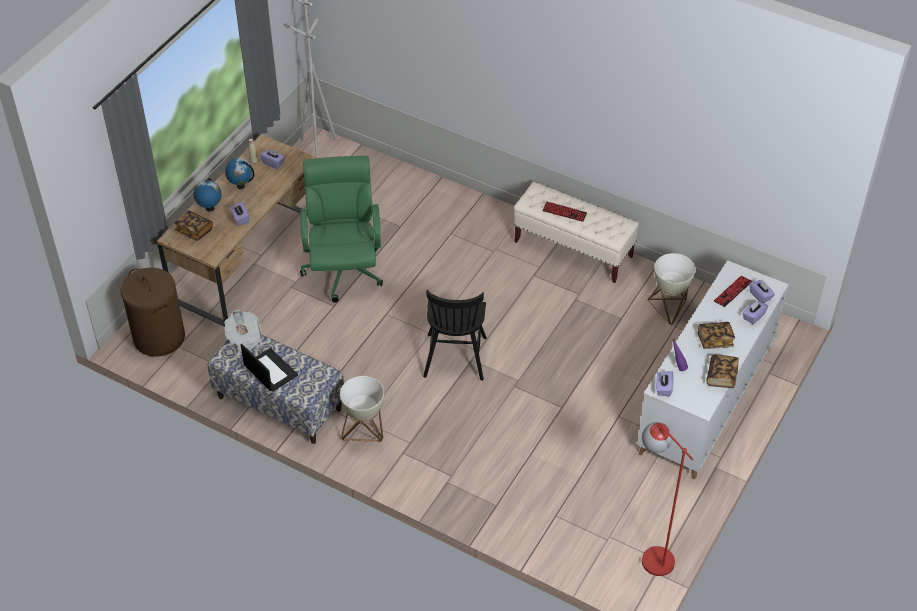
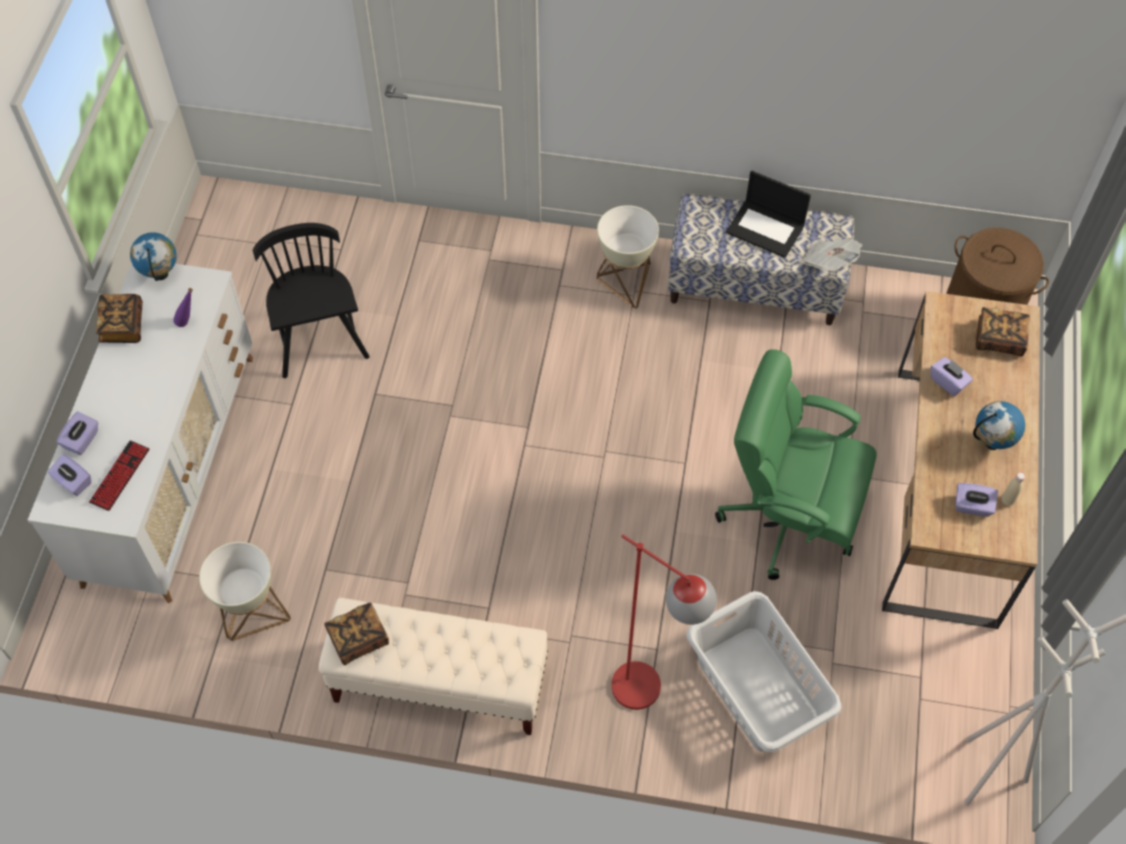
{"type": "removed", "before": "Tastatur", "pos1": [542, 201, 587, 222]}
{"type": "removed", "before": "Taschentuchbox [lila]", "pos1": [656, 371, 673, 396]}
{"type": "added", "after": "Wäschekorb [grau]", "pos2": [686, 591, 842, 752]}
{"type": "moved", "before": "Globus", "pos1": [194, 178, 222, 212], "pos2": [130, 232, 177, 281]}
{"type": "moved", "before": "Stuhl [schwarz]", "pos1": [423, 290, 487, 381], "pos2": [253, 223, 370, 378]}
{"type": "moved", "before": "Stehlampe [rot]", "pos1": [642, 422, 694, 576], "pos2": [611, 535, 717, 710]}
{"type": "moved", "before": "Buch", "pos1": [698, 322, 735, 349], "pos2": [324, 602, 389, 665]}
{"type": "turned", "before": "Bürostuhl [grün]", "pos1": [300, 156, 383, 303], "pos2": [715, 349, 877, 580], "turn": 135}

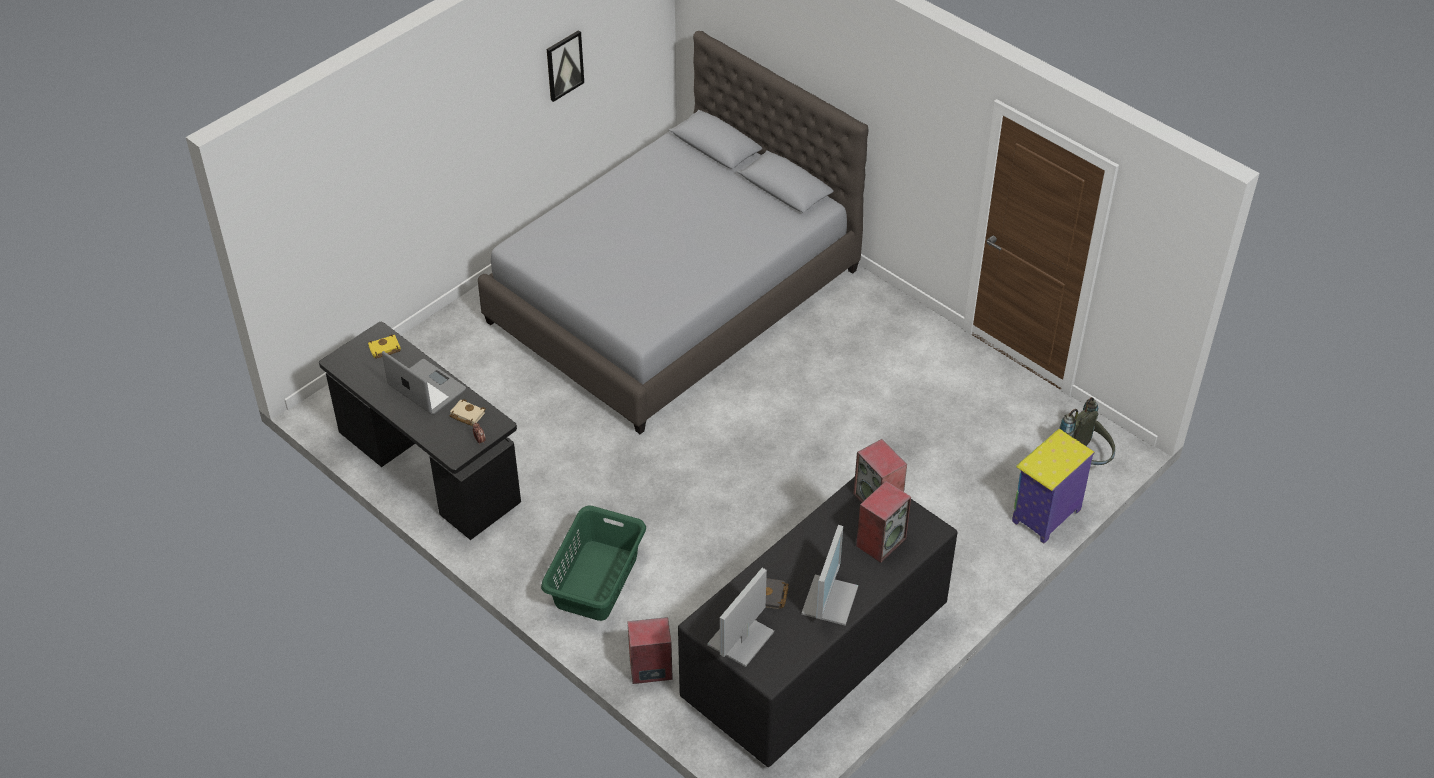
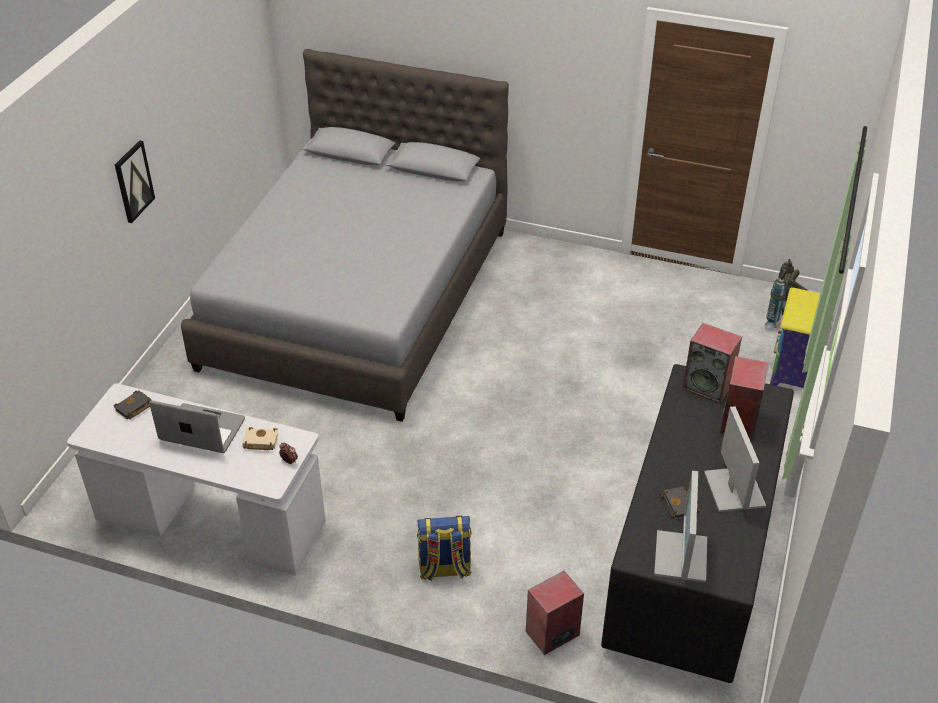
{"type": "moved", "before": "Bild", "pos1": [547, 30, 584, 102], "pos2": [115, 140, 155, 223]}
{"type": "replaced", "before": "Wäschekorb [grün]", "after": "Rucksack", "pos1": [541, 505, 646, 621], "pos2": [417, 516, 472, 581]}
{"type": "recoloured", "before": "Schreibtisch [schwarz]", "after": "Schreibtisch [weiß]", "pos1": [319, 322, 521, 540], "pos2": [67, 383, 326, 576]}
{"type": "recoloured", "before": "Buch [gelb]", "after": "Buch [schwarz]", "pos1": [368, 334, 401, 359], "pos2": [113, 390, 152, 419]}

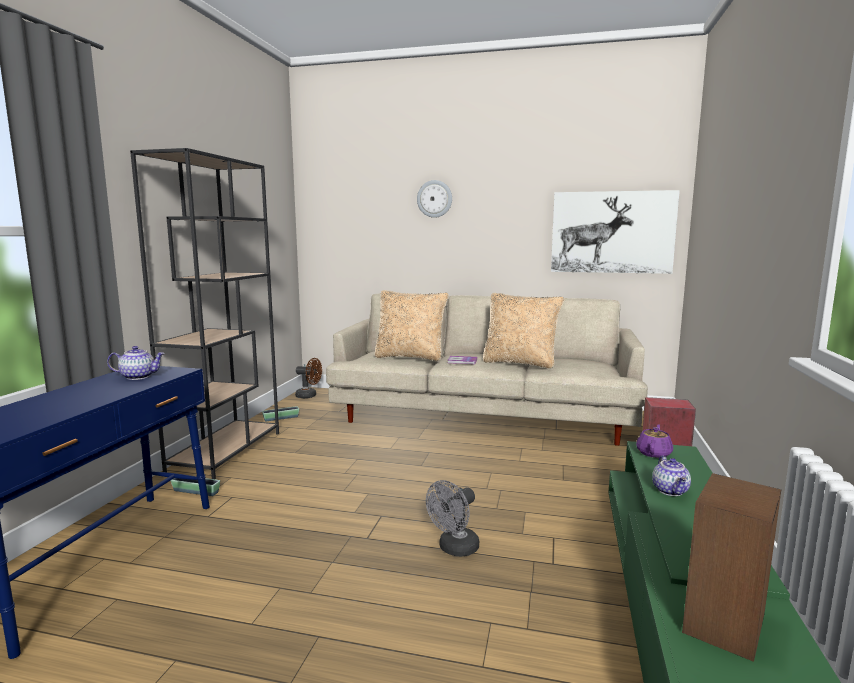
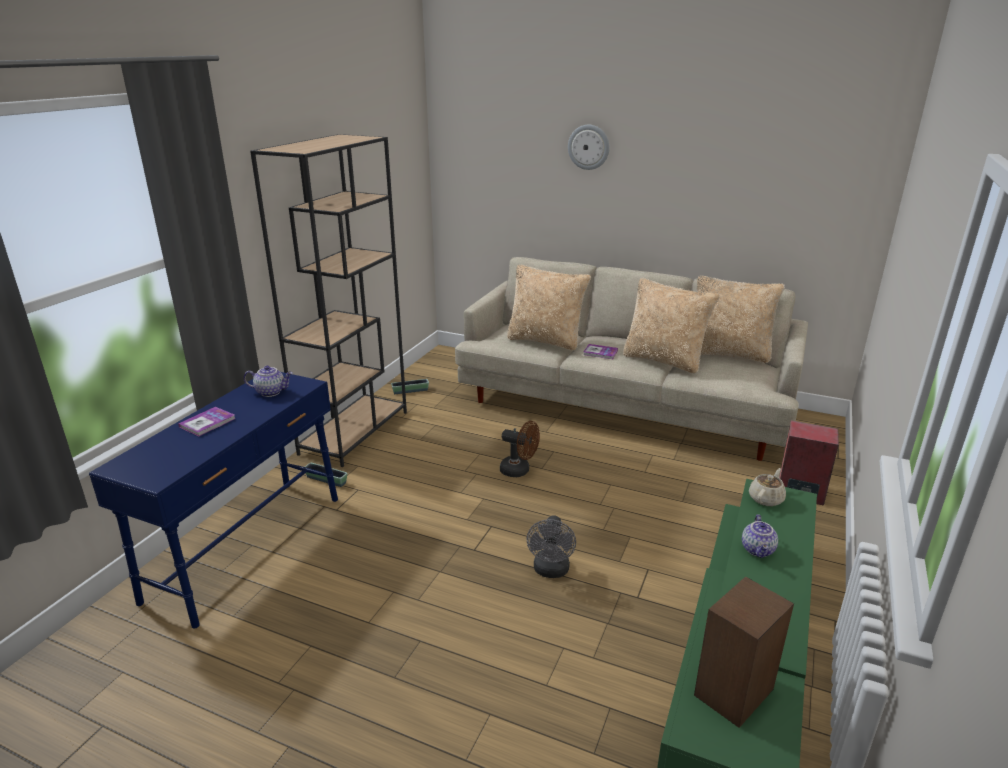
{"type": "removed", "before": "Bild", "pos1": [551, 190, 680, 274]}
{"type": "added", "after": "Buch", "pos2": [178, 407, 236, 436]}
{"type": "added", "after": "Kissen [beige]", "pos2": [697, 275, 785, 364]}
{"type": "moved", "before": "Ventilator [braun]", "pos1": [295, 358, 322, 398], "pos2": [500, 421, 540, 477]}
{"type": "recoloured", "before": "Teekanne [lila]", "after": "Teekanne [beige]", "pos1": [636, 425, 673, 458], "pos2": [749, 468, 786, 506]}
{"type": "turned", "before": "Ventilator [grau]", "pos1": [426, 480, 479, 557], "pos2": [526, 515, 576, 578], "turn": -45}

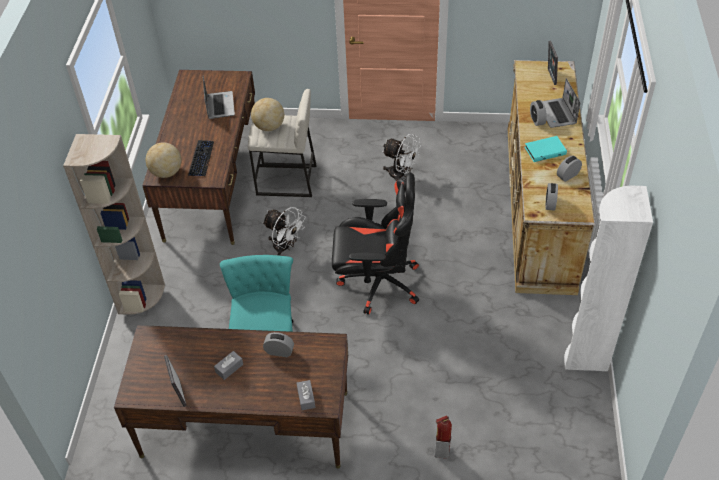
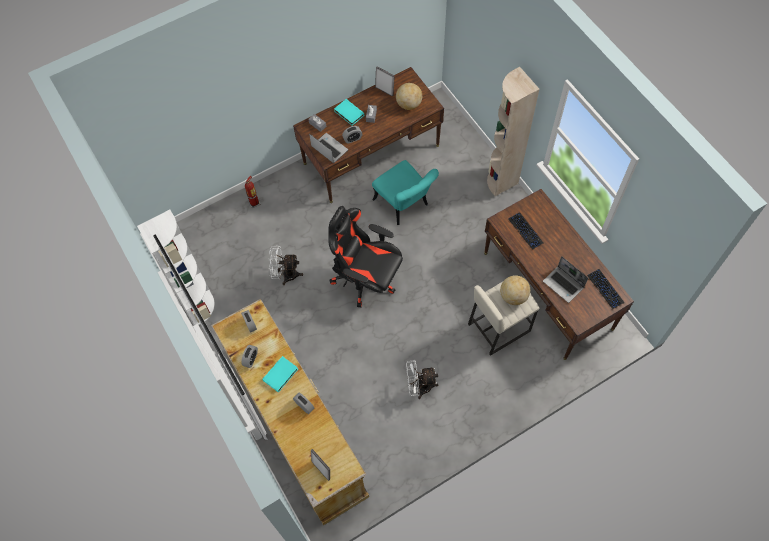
{"type": "added", "after": "Buch [türkis]", "pos2": [334, 99, 365, 125]}
{"type": "added", "after": "Tastatur", "pos2": [587, 269, 625, 309]}
{"type": "moved", "before": "Globus", "pos1": [146, 142, 182, 178], "pos2": [396, 83, 422, 110]}
{"type": "moved", "before": "Ventilator [weiß]", "pos1": [262, 207, 306, 256], "pos2": [269, 246, 303, 285]}
{"type": "moved", "before": "Laptop", "pos1": [543, 78, 580, 128], "pos2": [309, 133, 348, 163]}
{"type": "turned", "before": "Bürostuhl [schwarz]", "pos1": [332, 172, 419, 315], "pos2": [328, 206, 403, 308], "turn": 60}

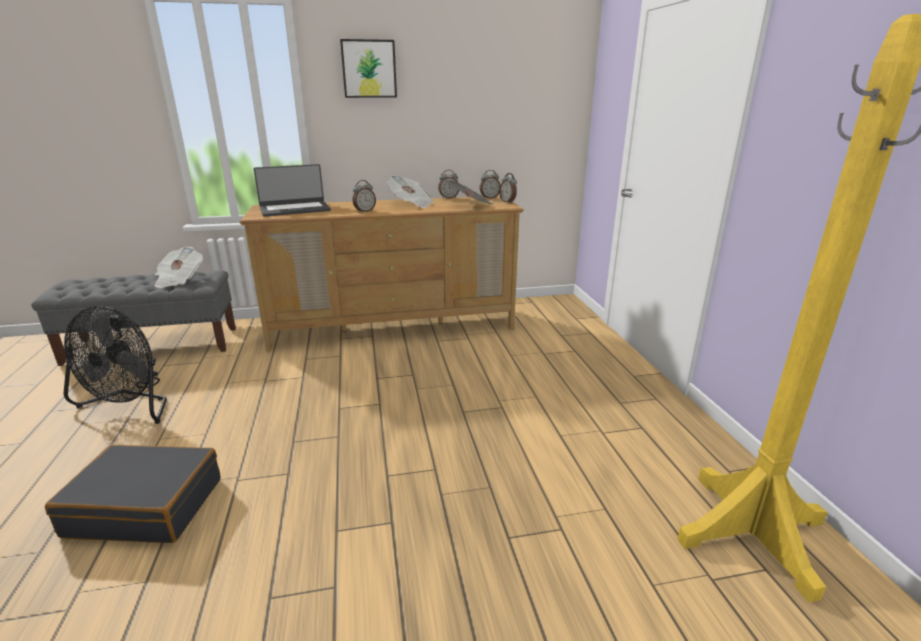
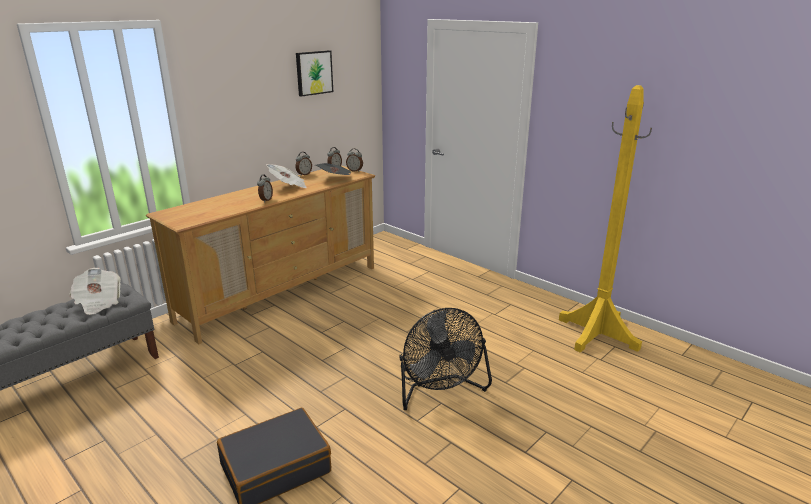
{"type": "removed", "before": "Laptop", "pos1": [254, 164, 331, 217]}
{"type": "moved", "before": "Ventilator [schwarz]", "pos1": [63, 306, 167, 424], "pos2": [399, 308, 492, 410]}
{"type": "moved", "before": "Bild", "pos1": [340, 39, 397, 98], "pos2": [296, 50, 333, 97]}

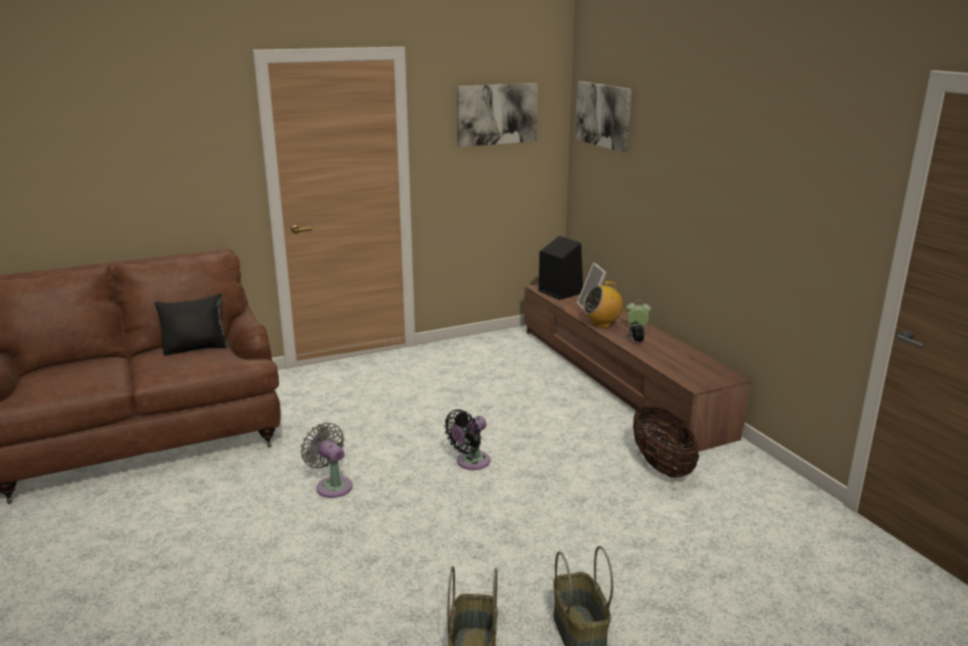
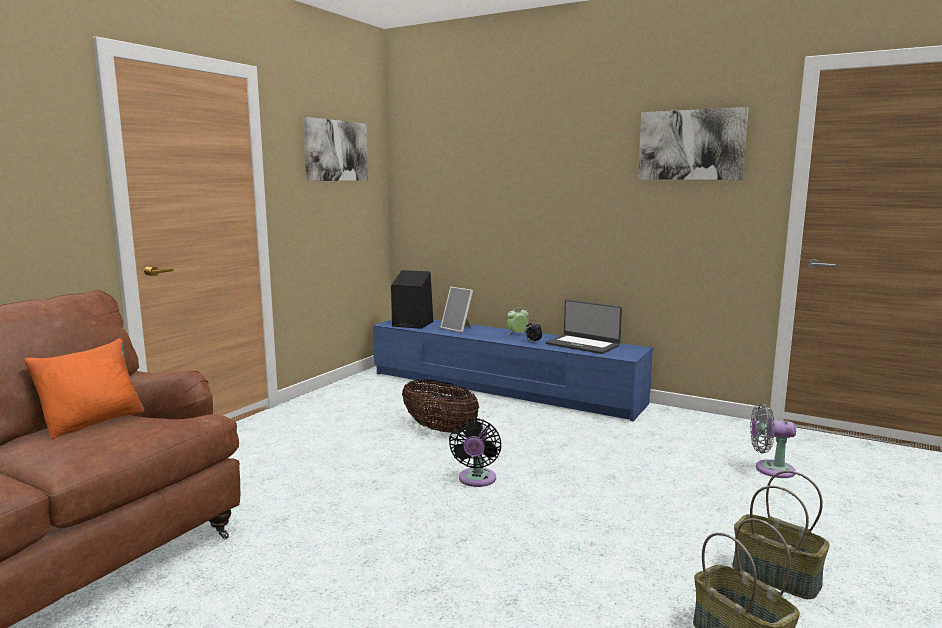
{"type": "removed", "before": "Radio", "pos1": [583, 281, 623, 328]}
{"type": "added", "after": "Laptop", "pos2": [546, 300, 622, 354]}
{"type": "moved", "before": "Ventilator [grau]", "pos1": [301, 422, 352, 498], "pos2": [750, 403, 796, 478]}
{"type": "moved", "before": "Bild", "pos1": [575, 81, 632, 152], "pos2": [638, 107, 749, 180]}
{"type": "moved", "before": "Korb", "pos1": [633, 406, 699, 478], "pos2": [402, 379, 479, 433]}
{"type": "recoloured", "before": "Kissen [schwarz]", "after": "Kissen [orange]", "pos1": [155, 293, 228, 356], "pos2": [24, 338, 144, 439]}
{"type": "recoloured", "before": "Fernsehschrank [braun]", "after": "Fernsehschrank [blau]", "pos1": [524, 284, 751, 452], "pos2": [373, 319, 653, 421]}

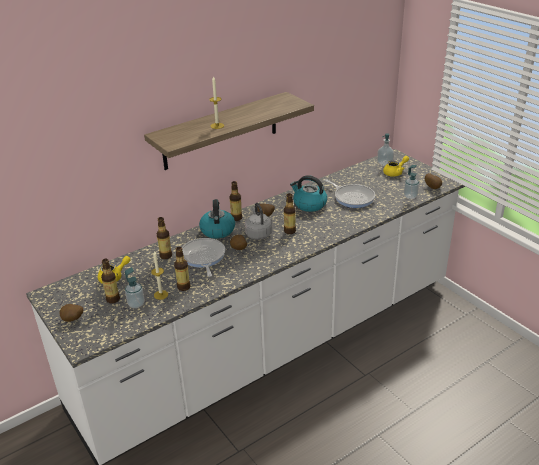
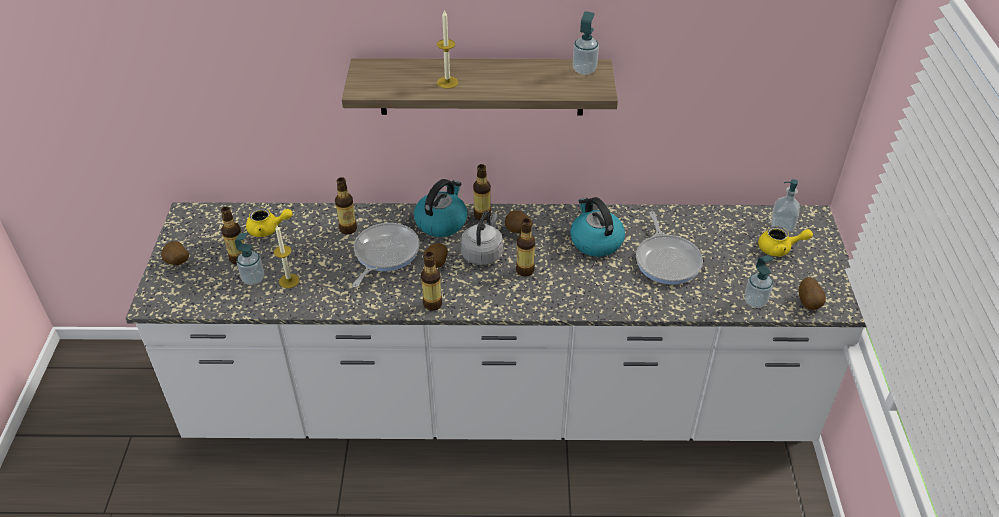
{"type": "added", "after": "Seifenspender", "pos2": [573, 11, 599, 75]}
{"type": "moved", "before": "Flasche", "pos1": [174, 247, 191, 291], "pos2": [421, 252, 442, 311]}

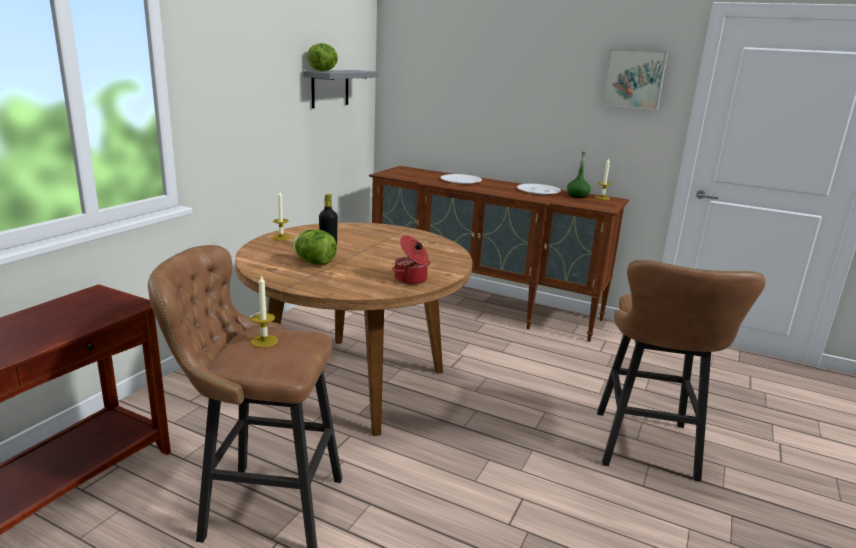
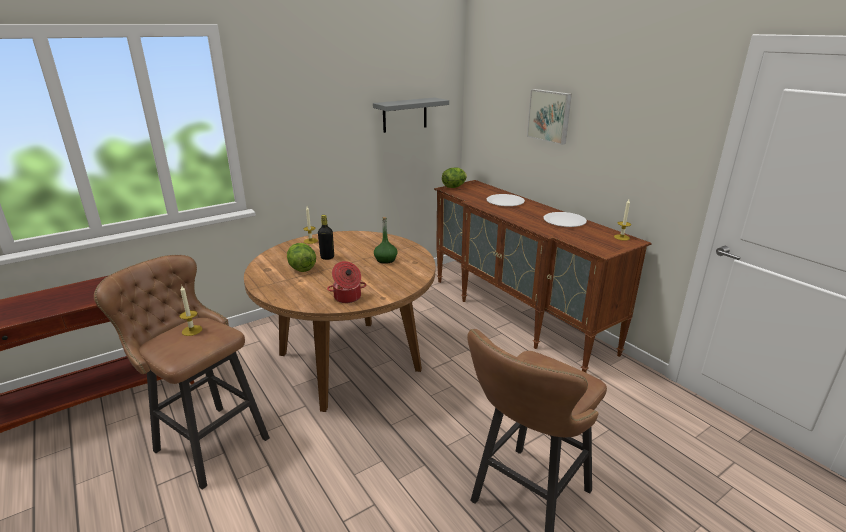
{"type": "moved", "before": "Salatkopf", "pos1": [307, 43, 338, 71], "pos2": [442, 168, 467, 188]}
{"type": "moved", "before": "Flasche [grün]", "pos1": [567, 151, 591, 198], "pos2": [374, 217, 398, 264]}
{"type": "moved", "before": "Bild", "pos1": [601, 49, 668, 110], "pos2": [527, 89, 572, 145]}

